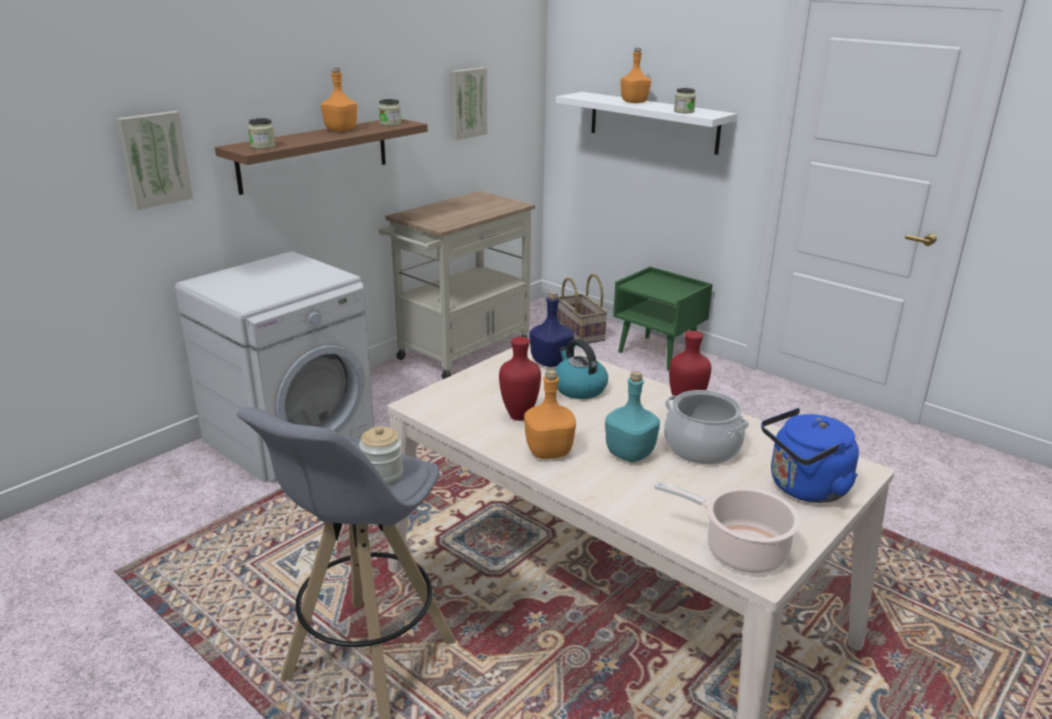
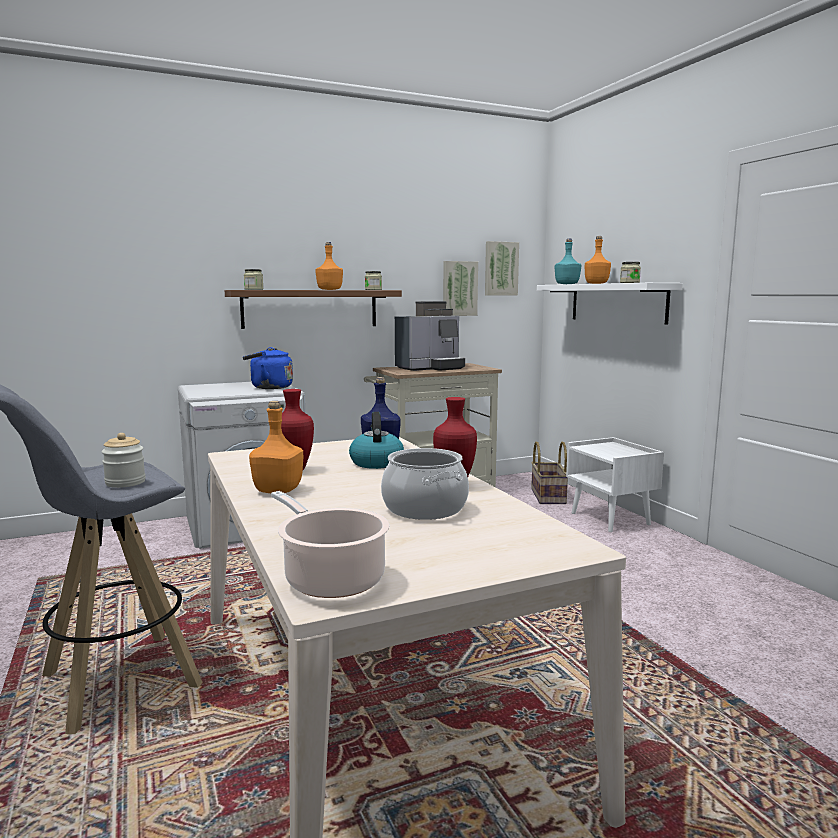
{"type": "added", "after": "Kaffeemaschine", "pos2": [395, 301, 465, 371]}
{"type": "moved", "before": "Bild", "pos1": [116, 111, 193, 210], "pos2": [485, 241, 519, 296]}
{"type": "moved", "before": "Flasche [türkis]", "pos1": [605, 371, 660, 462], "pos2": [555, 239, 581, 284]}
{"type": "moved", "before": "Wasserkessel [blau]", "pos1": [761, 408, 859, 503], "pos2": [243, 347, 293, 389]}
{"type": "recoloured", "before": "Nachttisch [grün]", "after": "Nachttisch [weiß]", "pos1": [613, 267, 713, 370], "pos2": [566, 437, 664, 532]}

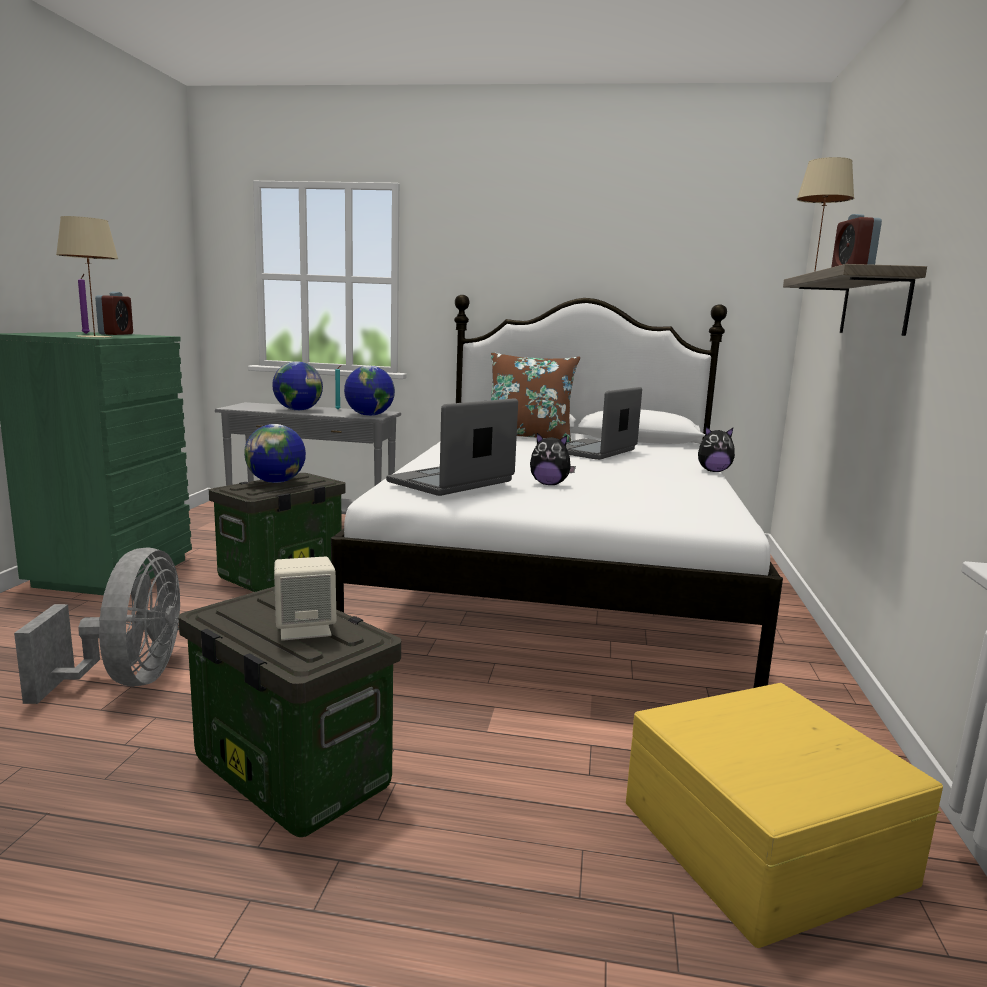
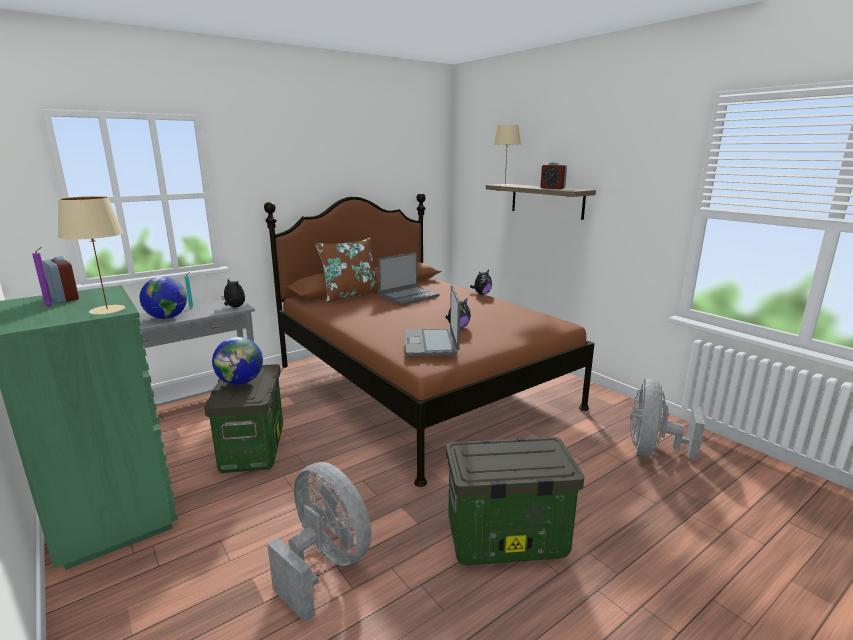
{"type": "removed", "before": "Lautsprecher [beige]", "pos1": [274, 556, 336, 641]}
{"type": "replaced", "before": "Globus", "after": "Plüschtier", "pos1": [344, 366, 395, 416], "pos2": [221, 279, 245, 307]}
{"type": "replaced", "before": "Aufbewahrungsbox [gelb]", "after": "Ventilator [grau]", "pos1": [626, 683, 943, 948], "pos2": [630, 379, 705, 460]}
{"type": "recoloured", "before": "Bett [weiß]", "after": "Bett [braun]", "pos1": [331, 295, 783, 688], "pos2": [264, 193, 595, 487]}
{"type": "turned", "before": "Laptop", "pos1": [566, 387, 642, 460], "pos2": [378, 252, 440, 305], "turn": -120}

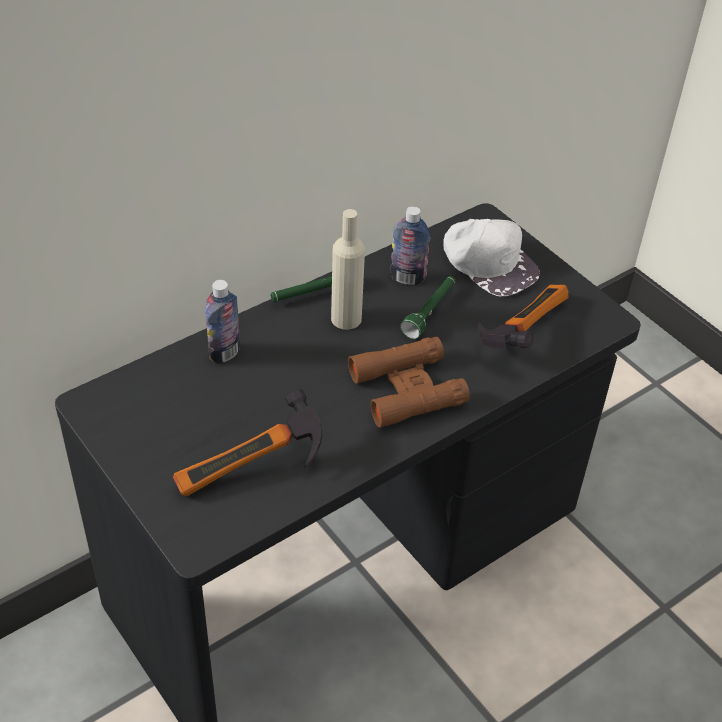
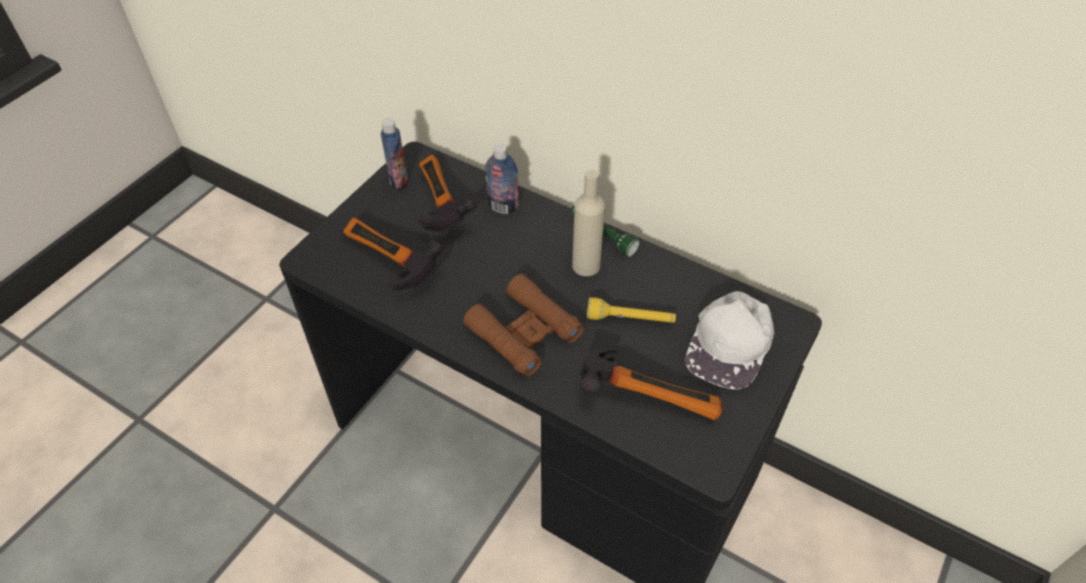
{"type": "added", "after": "Hammer", "pos2": [417, 155, 477, 232]}
{"type": "moved", "before": "Flasche", "pos1": [390, 206, 430, 285], "pos2": [381, 118, 408, 191]}
{"type": "recoloured", "before": "Taschenlampe [grün]", "after": "Taschenlampe [gelb]", "pos1": [400, 276, 455, 339], "pos2": [587, 297, 676, 323]}

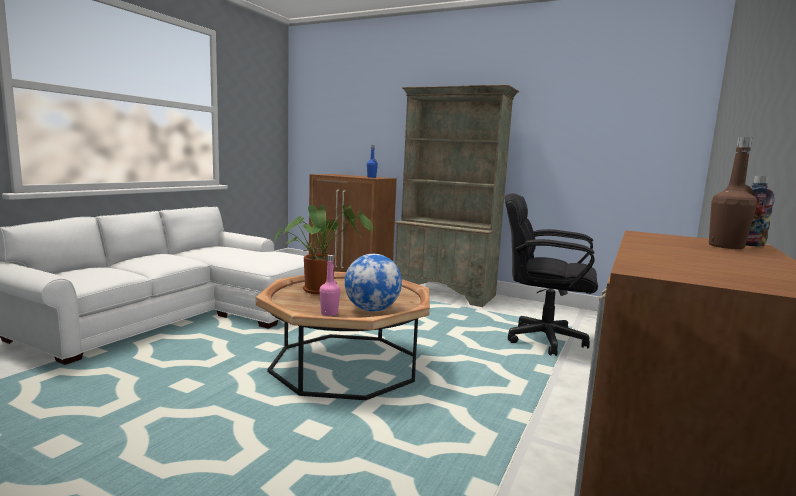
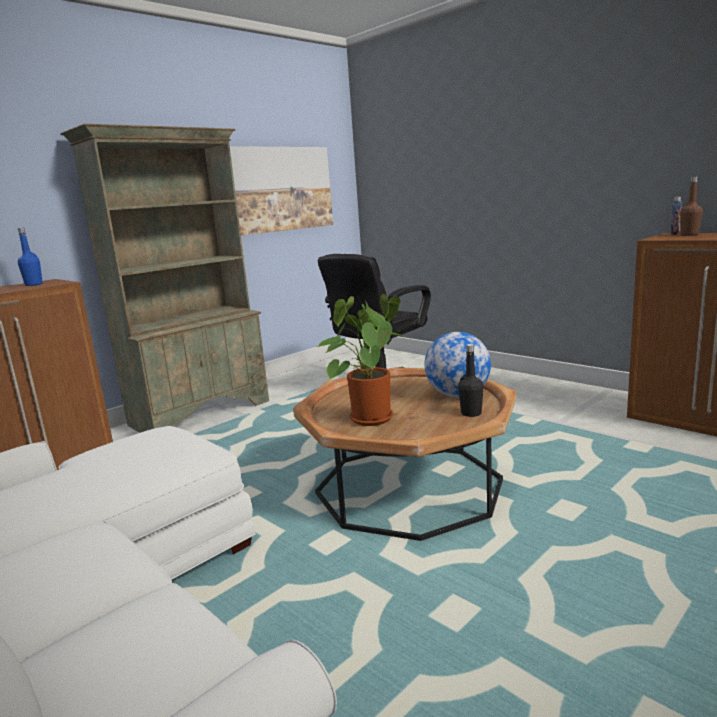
{"type": "added", "after": "Bild", "pos2": [230, 146, 333, 235]}
{"type": "recoloured", "before": "Flasche [rosa]", "after": "Flasche [schwarz]", "pos1": [320, 255, 340, 316], "pos2": [458, 344, 484, 417]}

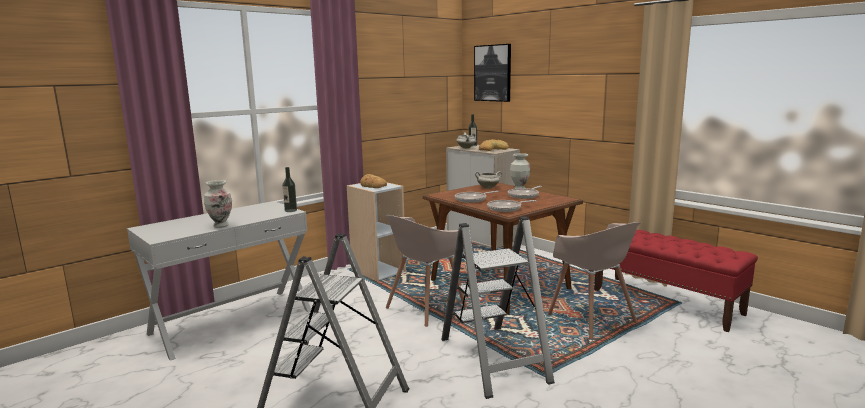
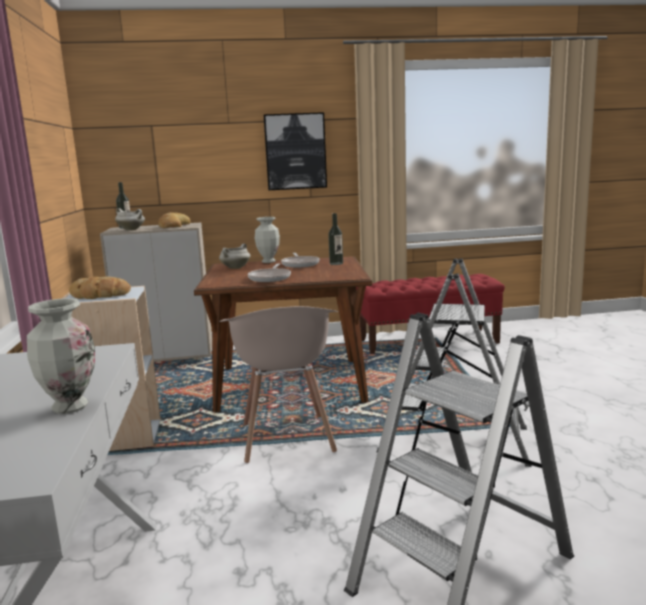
{"type": "removed", "before": "Pfanne", "pos1": [487, 200, 537, 212]}
{"type": "removed", "before": "Stuhl [beige]", "pos1": [548, 222, 641, 339]}
{"type": "moved", "before": "Flasche", "pos1": [283, 167, 297, 212], "pos2": [328, 213, 343, 265]}
{"type": "moved", "before": "Bild", "pos1": [474, 44, 511, 102], "pos2": [264, 112, 327, 190]}

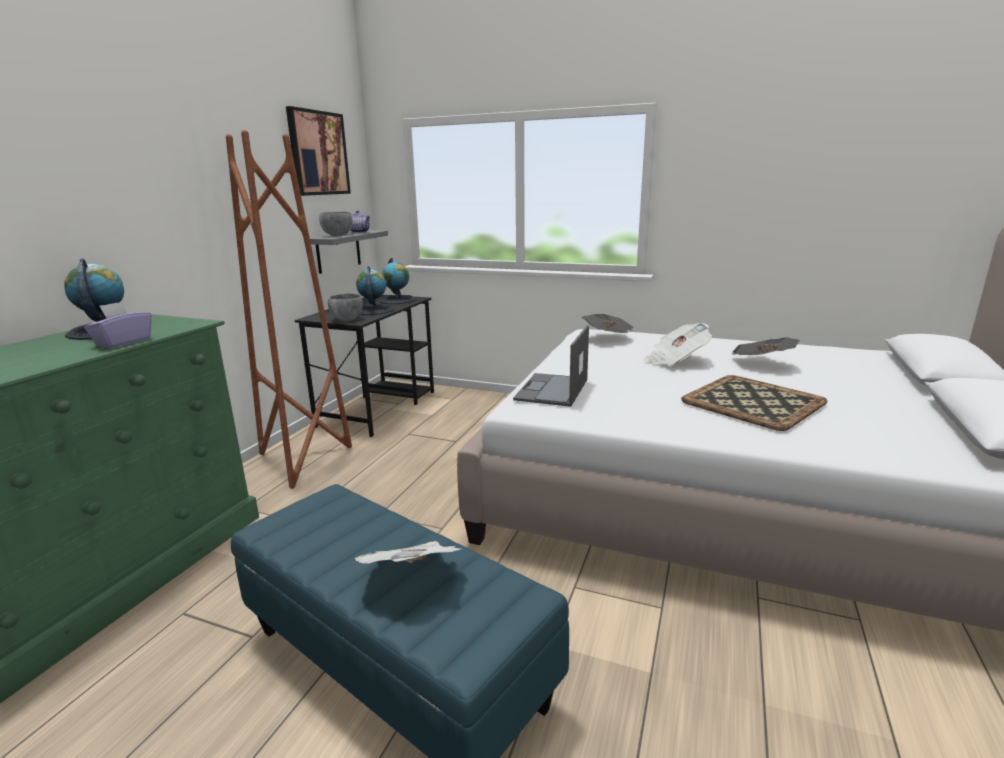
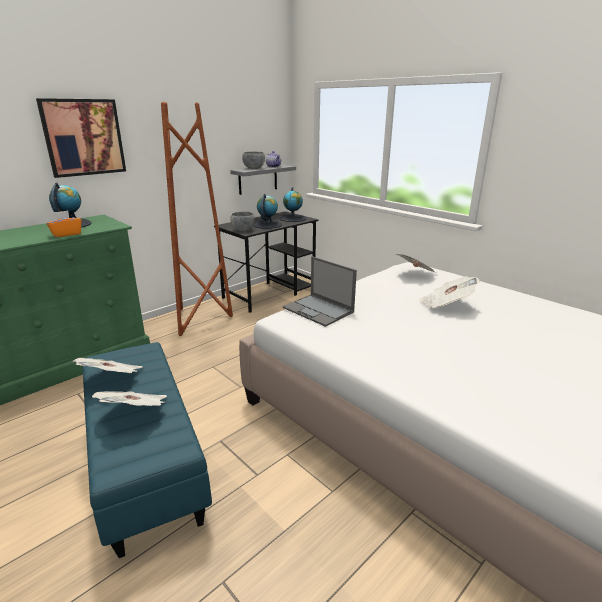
{"type": "removed", "before": "Tablett", "pos1": [681, 375, 828, 431]}
{"type": "moved", "before": "Bild", "pos1": [286, 106, 351, 196], "pos2": [36, 98, 126, 178]}
{"type": "moved", "before": "Zeitung", "pos1": [732, 337, 800, 355], "pos2": [73, 358, 143, 373]}
{"type": "recoloured", "before": "Taschentuchbox [lila]", "after": "Taschentuchbox [orange]", "pos1": [84, 301, 152, 348], "pos2": [47, 210, 82, 237]}
{"type": "turned", "before": "Laptop", "pos1": [513, 325, 589, 407], "pos2": [283, 256, 357, 327], "turn": -90}

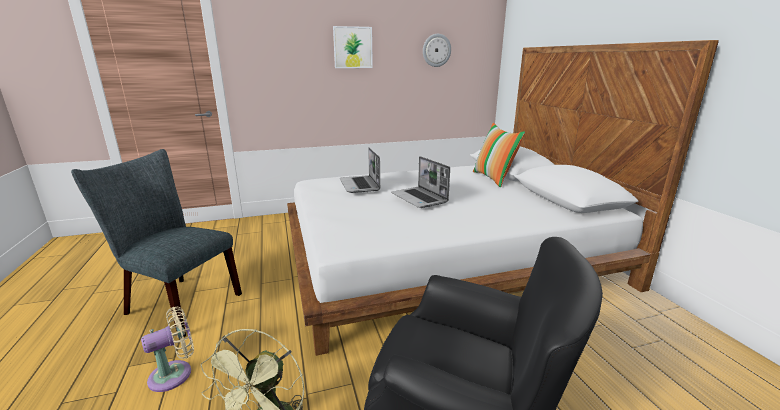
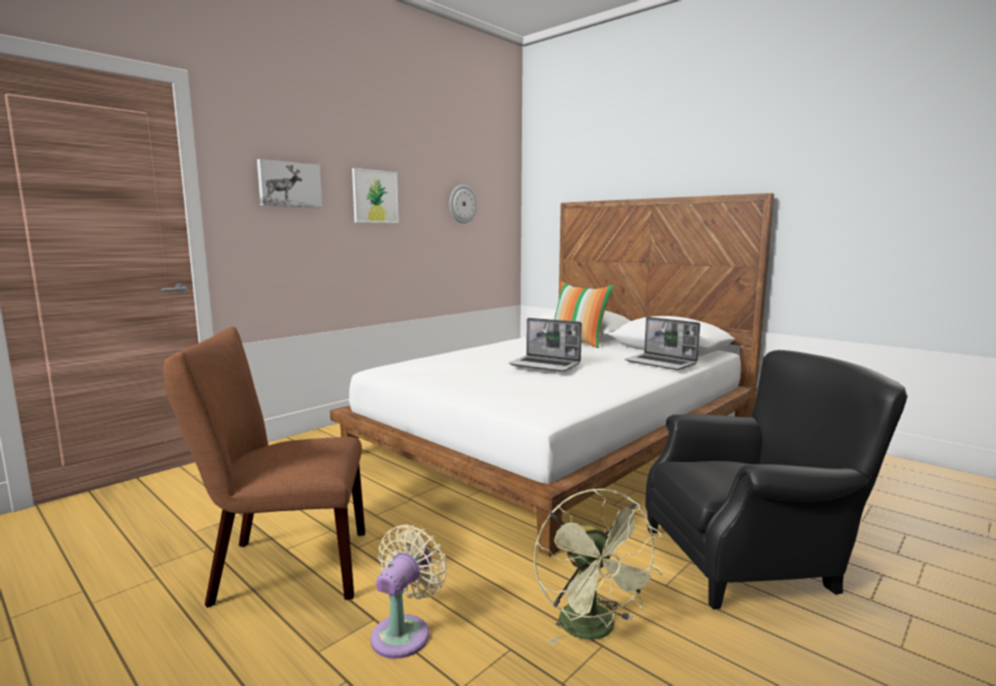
{"type": "added", "after": "Bild", "pos2": [257, 159, 322, 208]}
{"type": "moved", "before": "Laptop", "pos1": [340, 148, 380, 193], "pos2": [625, 317, 700, 370]}
{"type": "recoloured", "before": "Stuhl [grau]", "after": "Stuhl [braun]", "pos1": [71, 149, 242, 338], "pos2": [163, 327, 365, 608]}

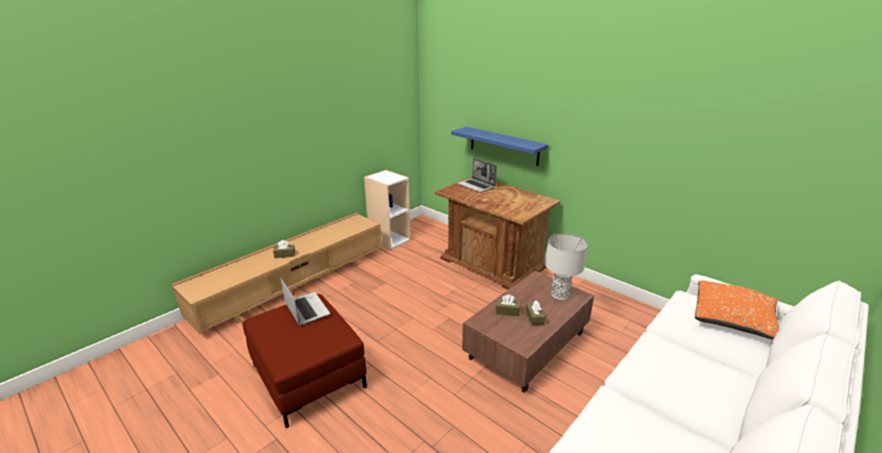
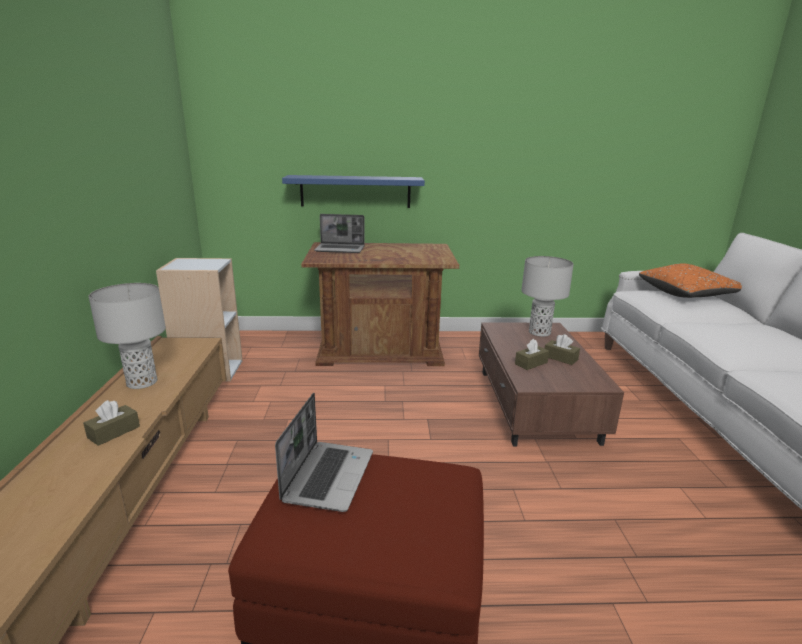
{"type": "added", "after": "Tischlampe [weiß]", "pos2": [88, 283, 166, 389]}
{"type": "turned", "before": "Laptop", "pos1": [280, 277, 330, 326], "pos2": [275, 393, 373, 512], "turn": 90}

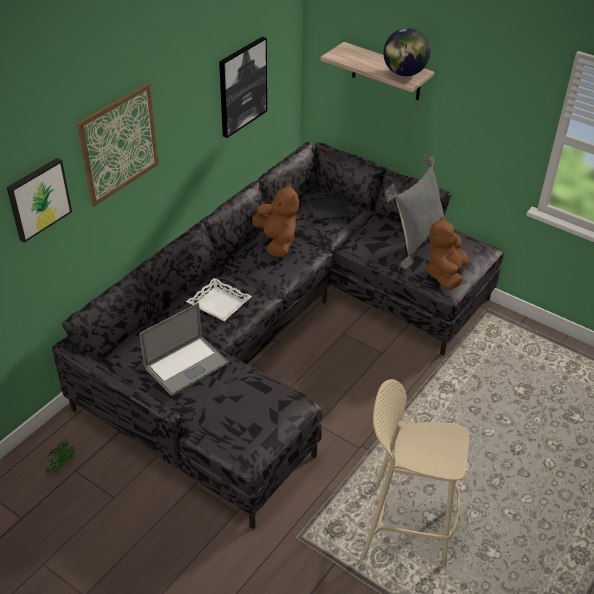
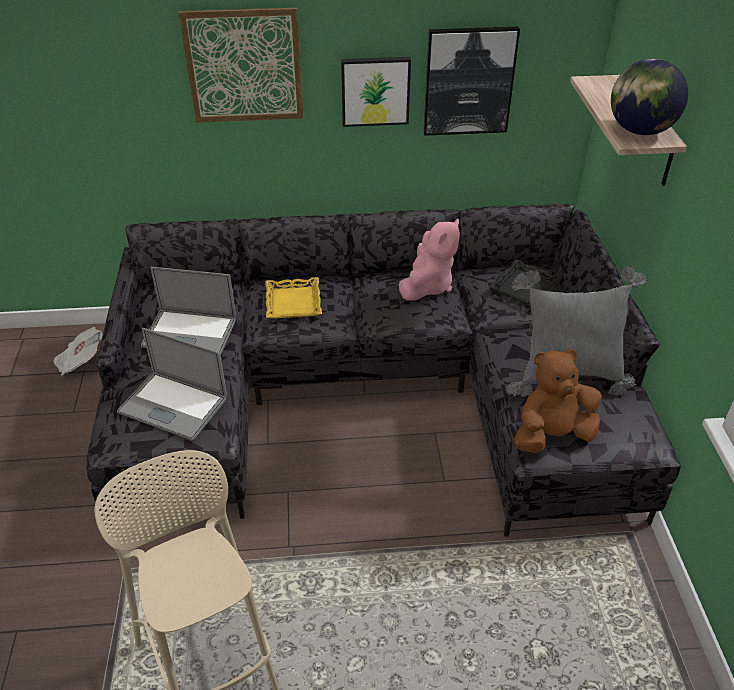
{"type": "added", "after": "Laptop", "pos2": [117, 328, 227, 441]}
{"type": "moved", "before": "Bild", "pos1": [7, 158, 72, 243], "pos2": [341, 57, 411, 127]}
{"type": "replaced", "before": "Topfpflanze", "after": "Zeitung", "pos1": [45, 441, 76, 475], "pos2": [54, 327, 103, 375]}
{"type": "recoloured", "before": "Tablett [weiß]", "after": "Tablett [gelb]", "pos1": [186, 278, 252, 321], "pos2": [265, 277, 322, 319]}
{"type": "recoloured", "before": "Plüschtier [braun]", "after": "Plüschtier [rosa]", "pos1": [252, 183, 299, 257], "pos2": [399, 219, 460, 301]}

